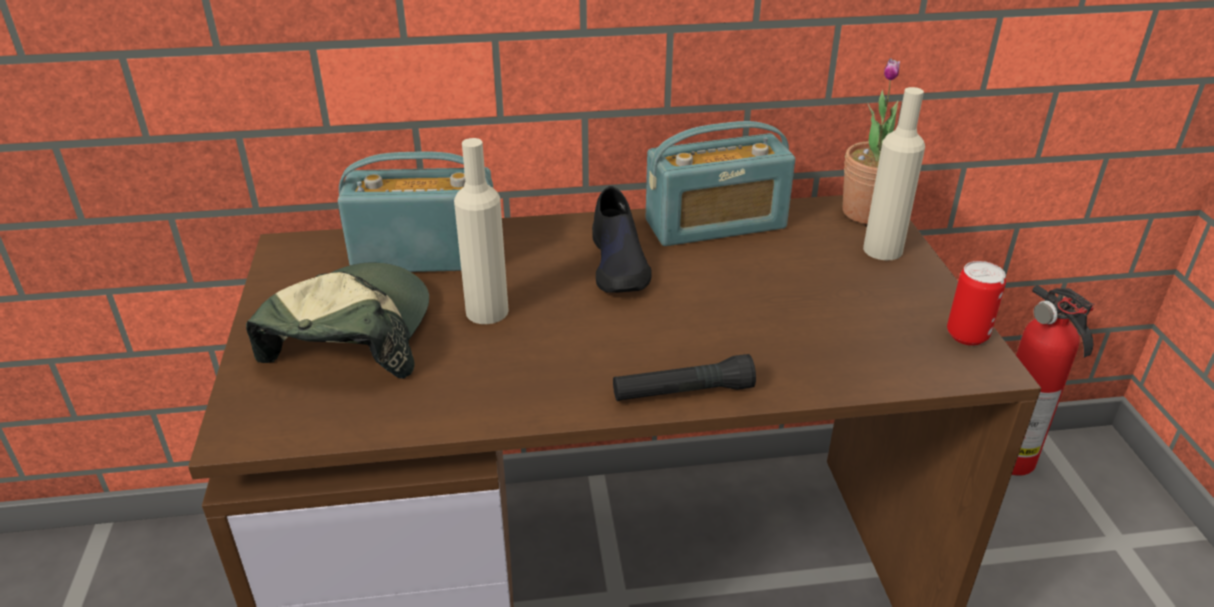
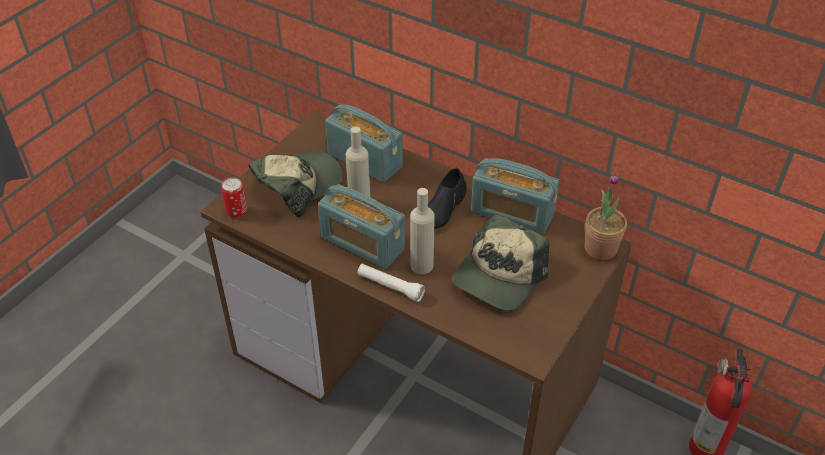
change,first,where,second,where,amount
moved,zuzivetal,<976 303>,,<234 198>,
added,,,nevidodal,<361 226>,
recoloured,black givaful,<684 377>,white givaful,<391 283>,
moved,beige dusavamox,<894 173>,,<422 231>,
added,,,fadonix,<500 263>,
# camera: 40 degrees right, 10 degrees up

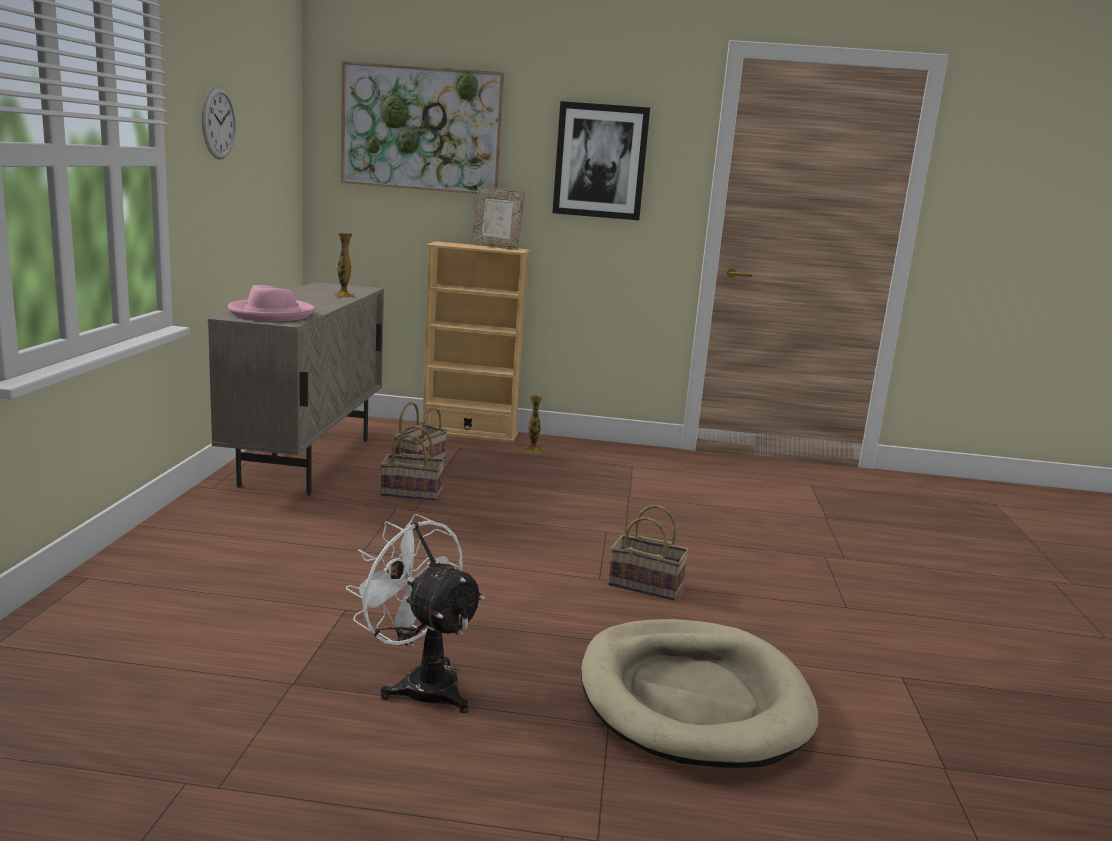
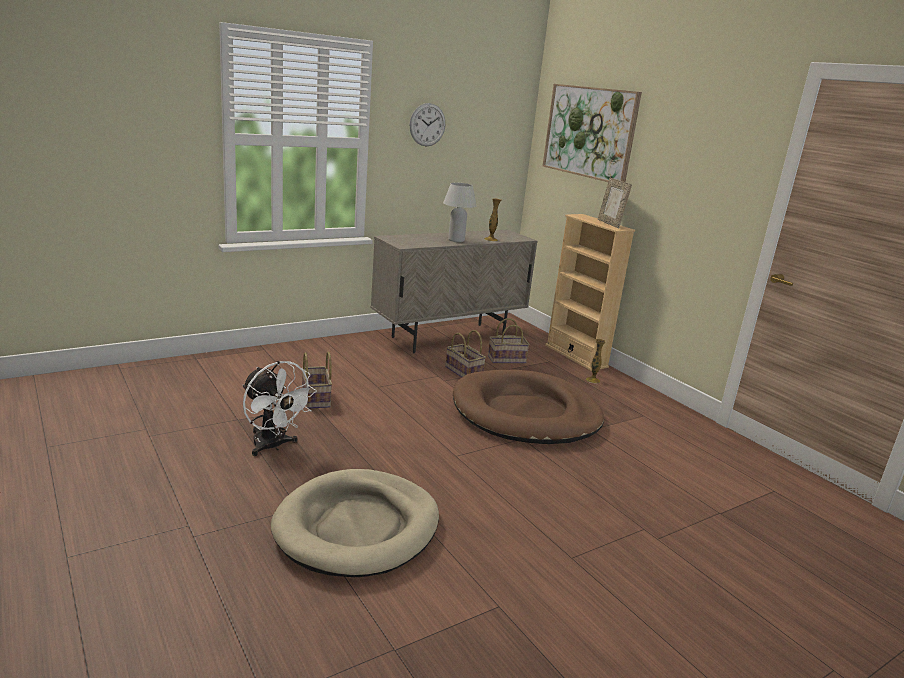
change,first,where,second,where,amount
turned,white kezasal,<415 613>,,<279 408>,135 degrees clockwise
moved,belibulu,<648 553>,,<317 380>,
added,,,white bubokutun,<460 212>,
added,,,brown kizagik,<528 407>,
removed,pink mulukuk,<271 303>,,,
removed,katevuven,<601 160>,,,
# camera: 50 degrees right, 5 degrees up

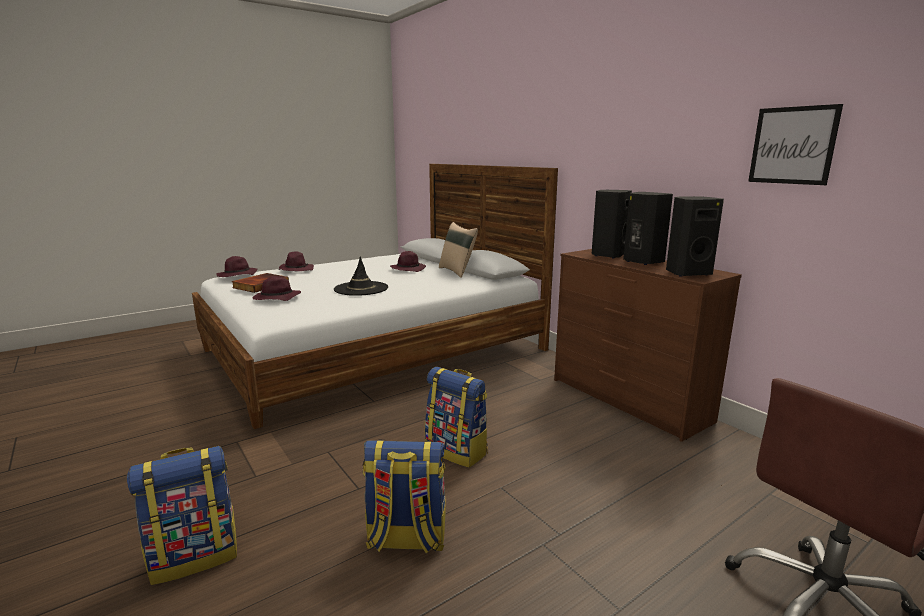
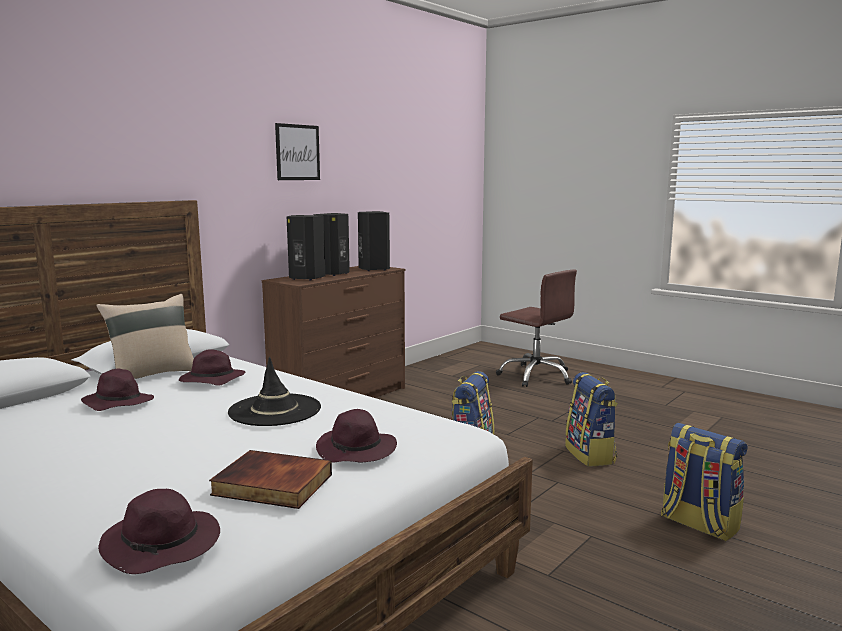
change,first,where,second,where,amount
moved,purple mulukuk,<296 261>,,<212 367>,
moved,katevuven,<795 144>,,<297 151>,
# camera: 105 degrees left, 5 degrees down

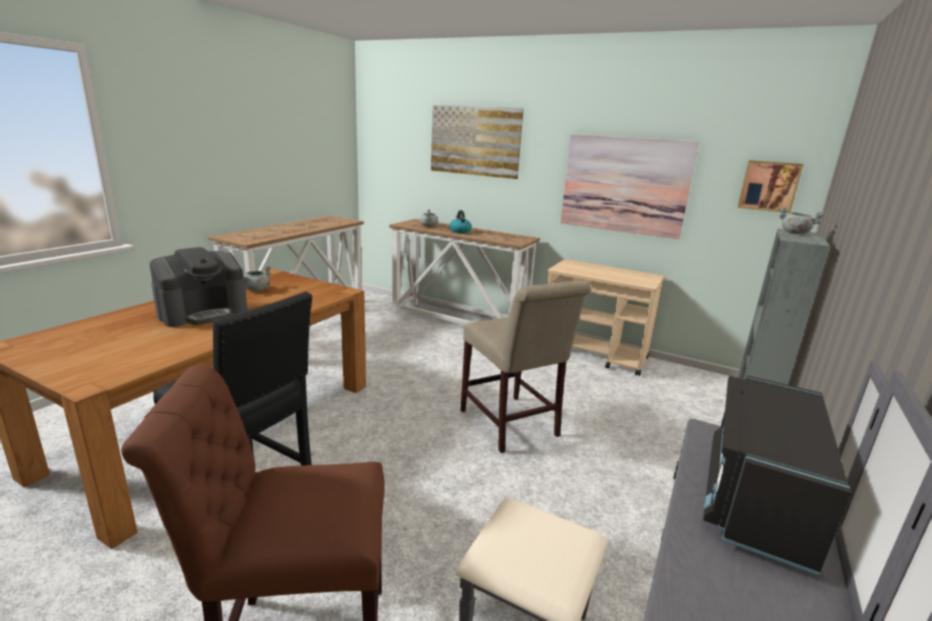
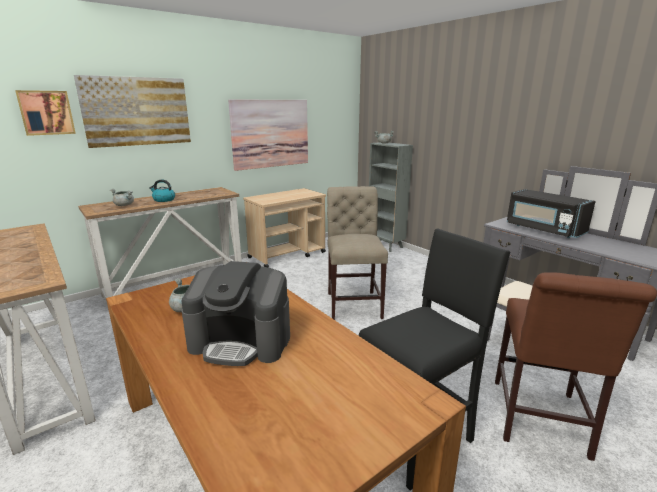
change,first,where,second,where,amount
moved,katevuven,<771 186>,,<45 113>,
turned,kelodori,<198 287>,,<235 313>,120 degrees clockwise
turned,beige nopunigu,<526 367>,,<357 253>,90 degrees counterclockwise
# camera: 65 degrees left, 0 degrees up

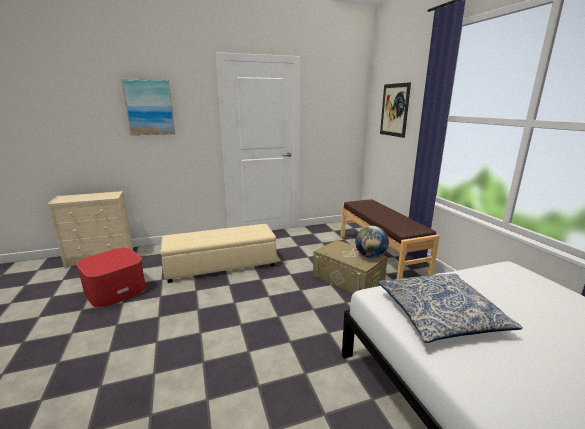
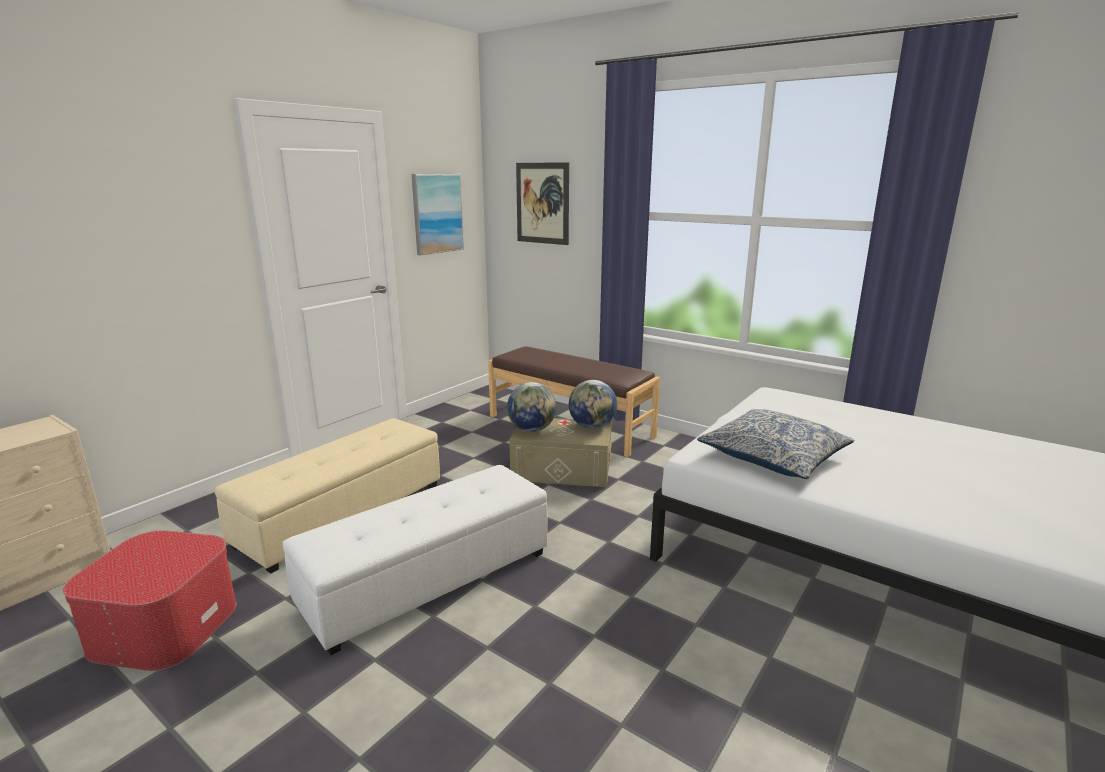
change,first,where,second,where,amount
added,,,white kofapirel,<415 560>,
moved,katevuven,<148 107>,,<438 214>,
added,,,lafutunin,<531 407>,
# camera: 35 degrees left, 0 degrees up

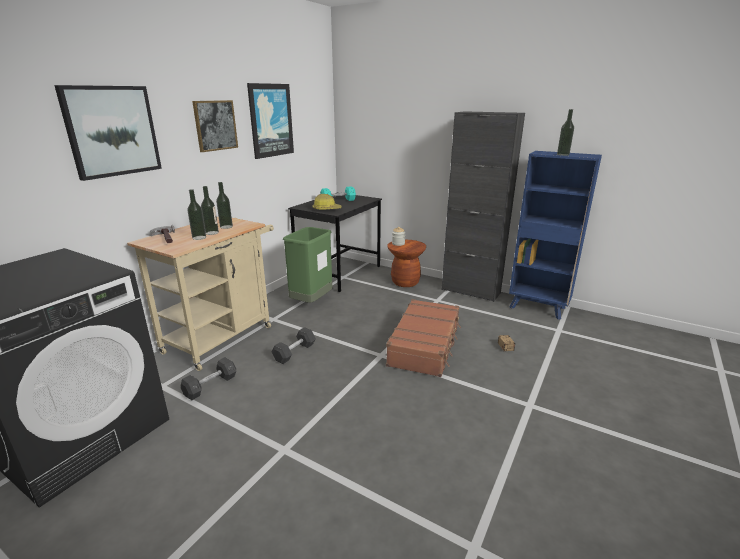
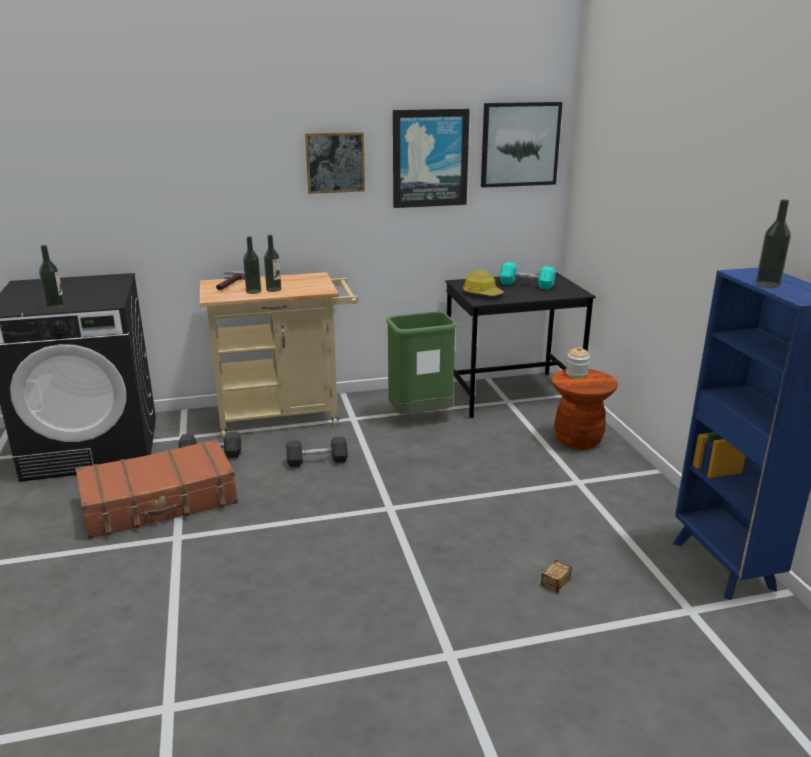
change,first,where,second,where,amount
moved,dusavamox,<224 205>,,<52 277>,
moved,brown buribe,<423 338>,,<156 489>,
moved,katevuven,<108 133>,,<521 145>,
removed,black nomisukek,<483 206>,,,
# camera: 45 degrees right, 0 degrees up

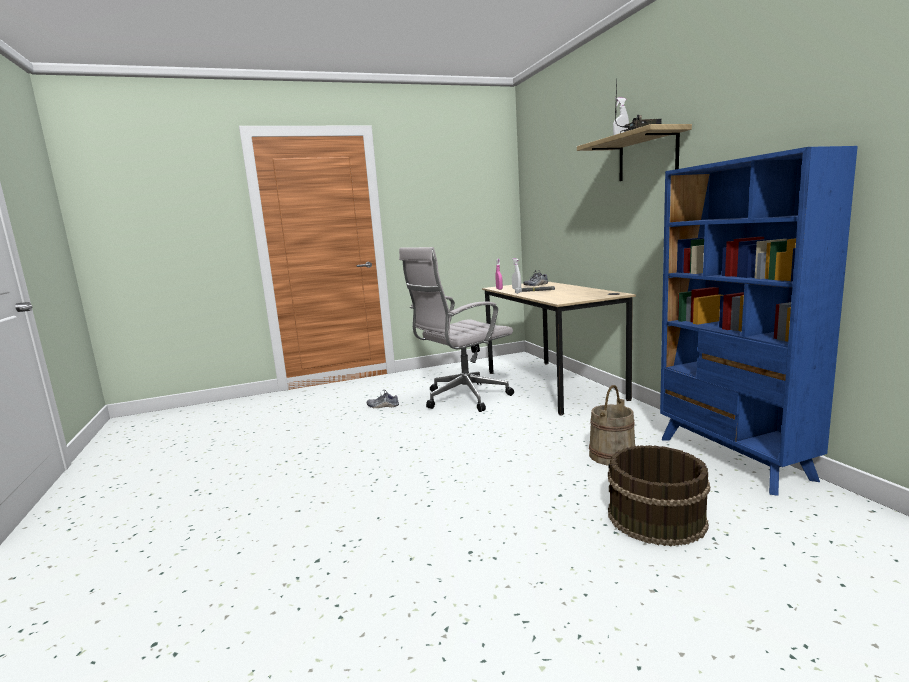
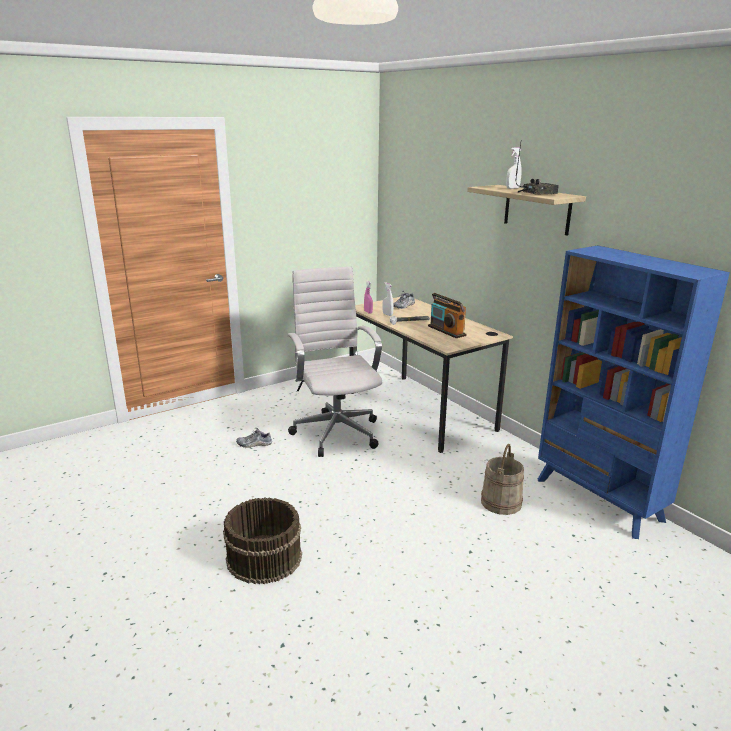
change,first,where,second,where,amount
moved,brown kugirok,<659 495>,,<262 541>,
turned,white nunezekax,<456 329>,,<335 362>,120 degrees clockwise
added,,,nevidodal,<447 315>,
# camera: 15 degrees left, 10 degrees up

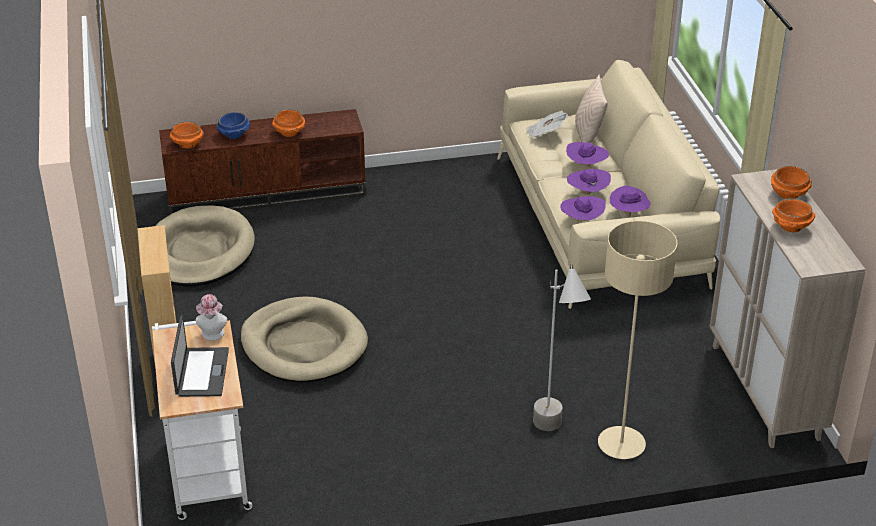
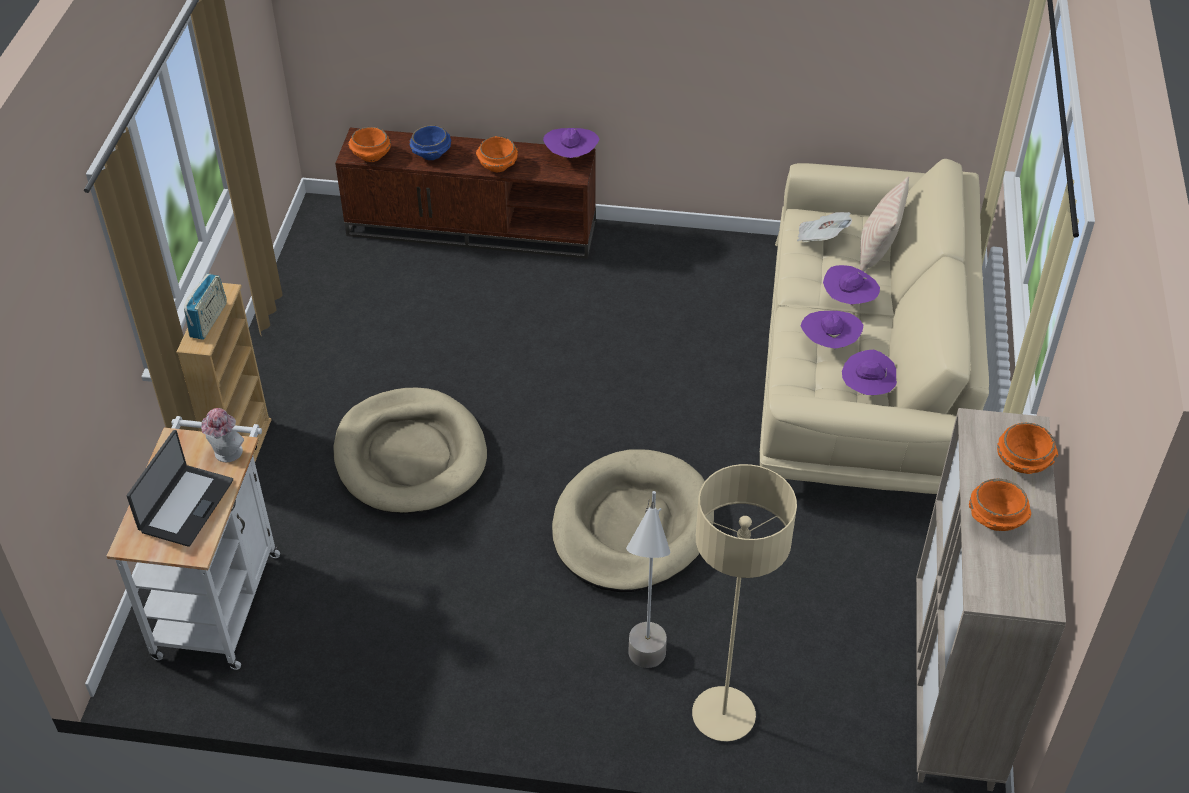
change,first,where,second,where,amount
added,,,nevidodal,<205 307>,
moved,purple mulukuk,<583 209>,,<571 143>,
moved,beige kizagik,<205 246>,,<633 520>,
# camera: 20 degrees right, 10 degrees up

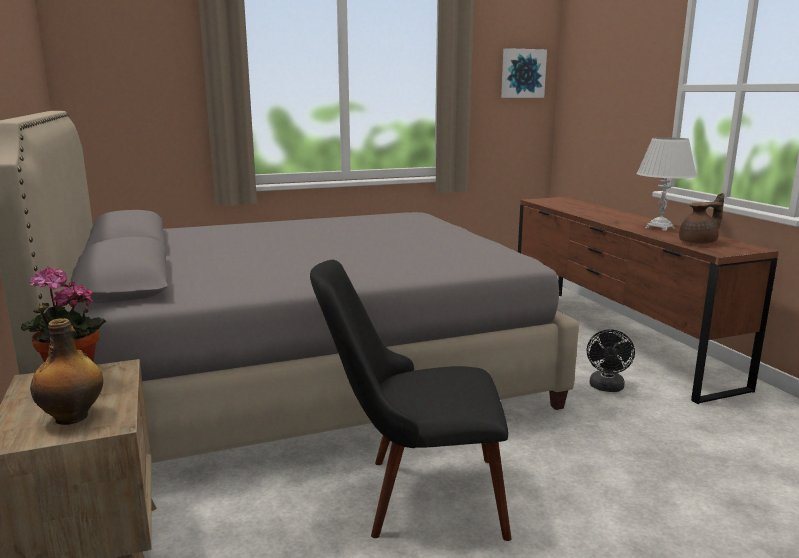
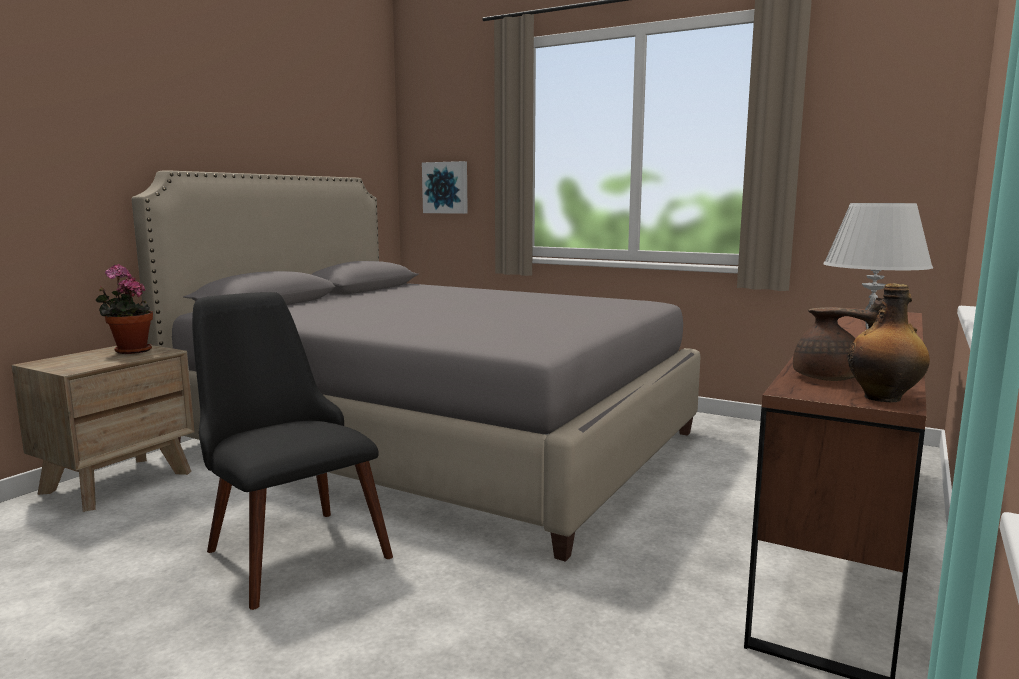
change,first,where,second,where,amount
moved,katevuven,<524 73>,,<445 187>,
moved,dusavamox,<66 371>,,<889 342>,
removed,black kezasal,<611 360>,,,
# camera: 50 degrees right, 5 degrees down

